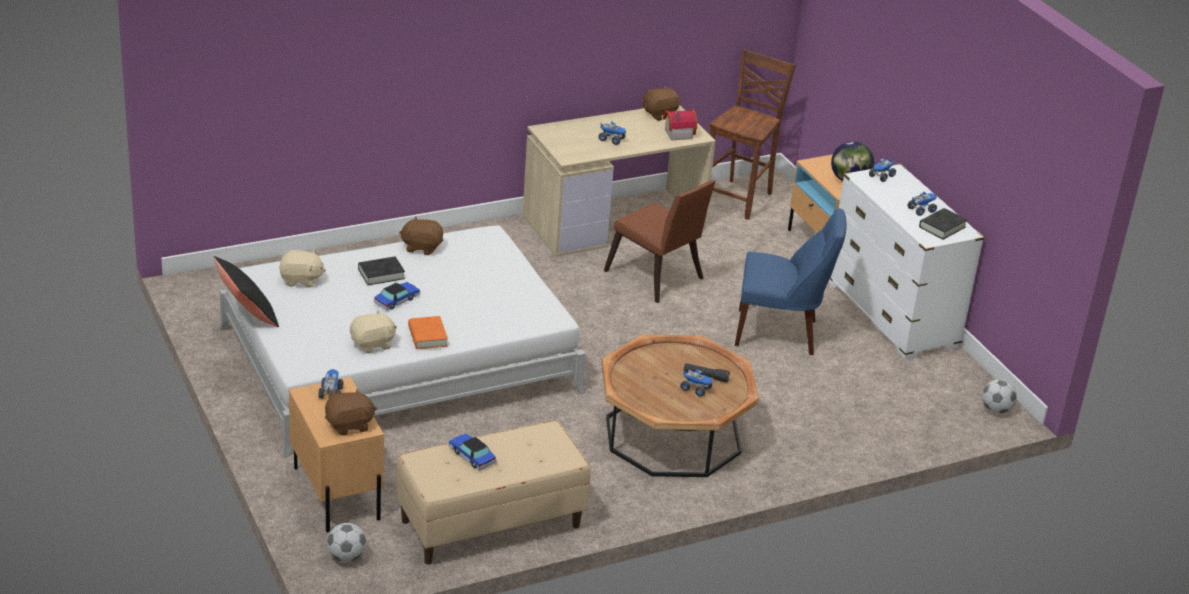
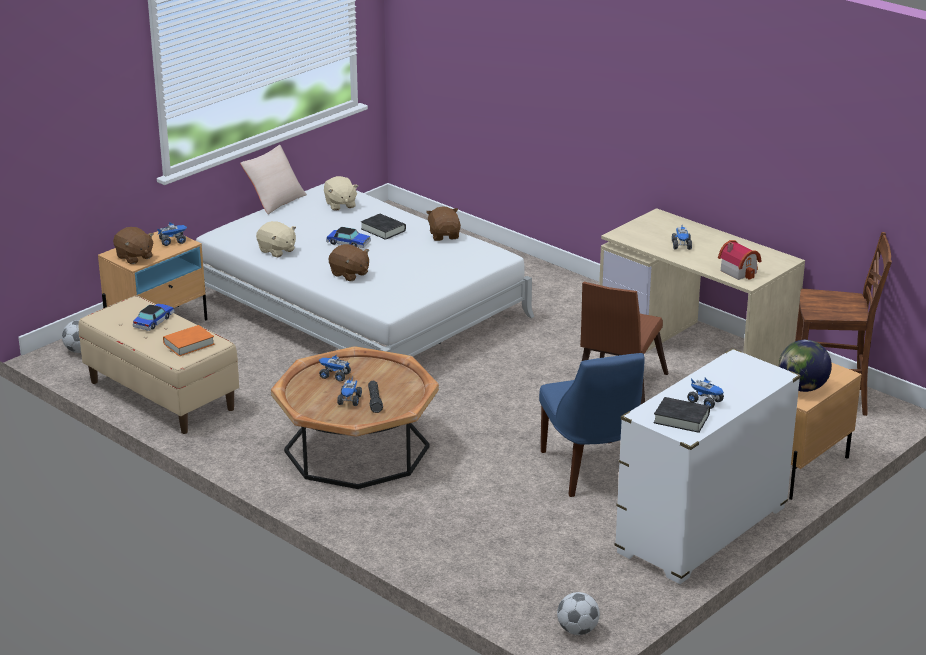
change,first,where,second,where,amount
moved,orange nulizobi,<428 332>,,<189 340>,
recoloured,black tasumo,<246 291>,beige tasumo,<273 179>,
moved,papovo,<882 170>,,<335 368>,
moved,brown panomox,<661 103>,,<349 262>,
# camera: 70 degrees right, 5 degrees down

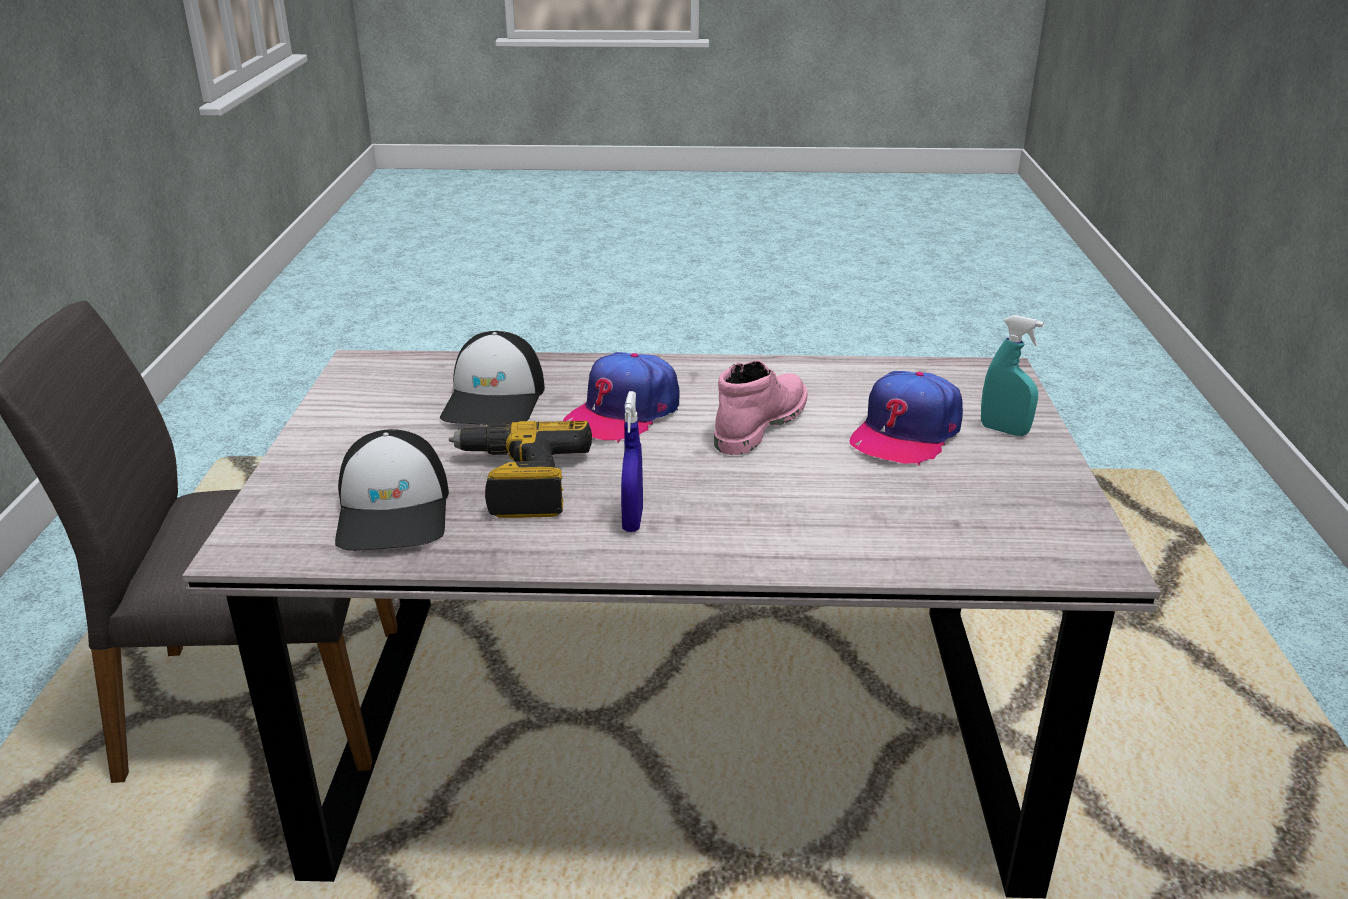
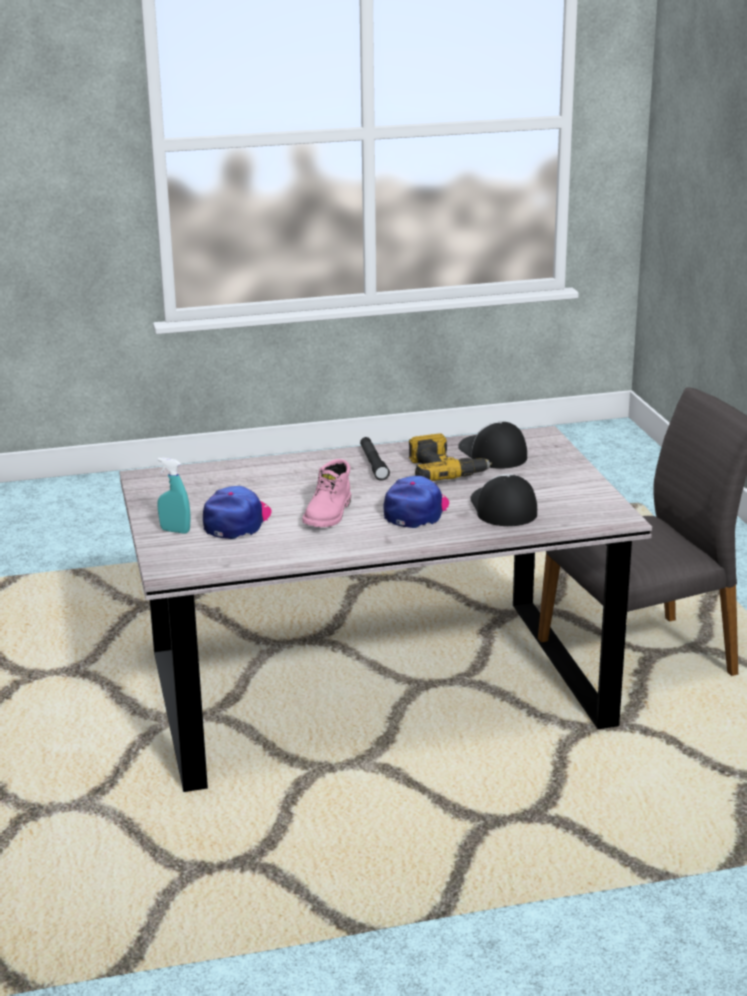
change,first,where,second,where,amount
replaced,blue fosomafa,<632 461>,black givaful,<375 458>,
# camera: 165 degrees right, 5 degrees down

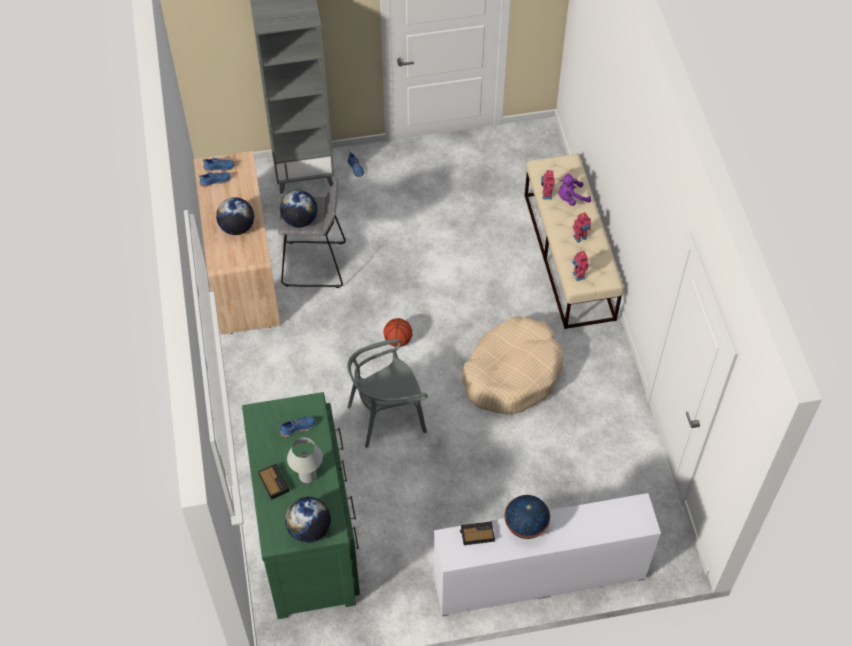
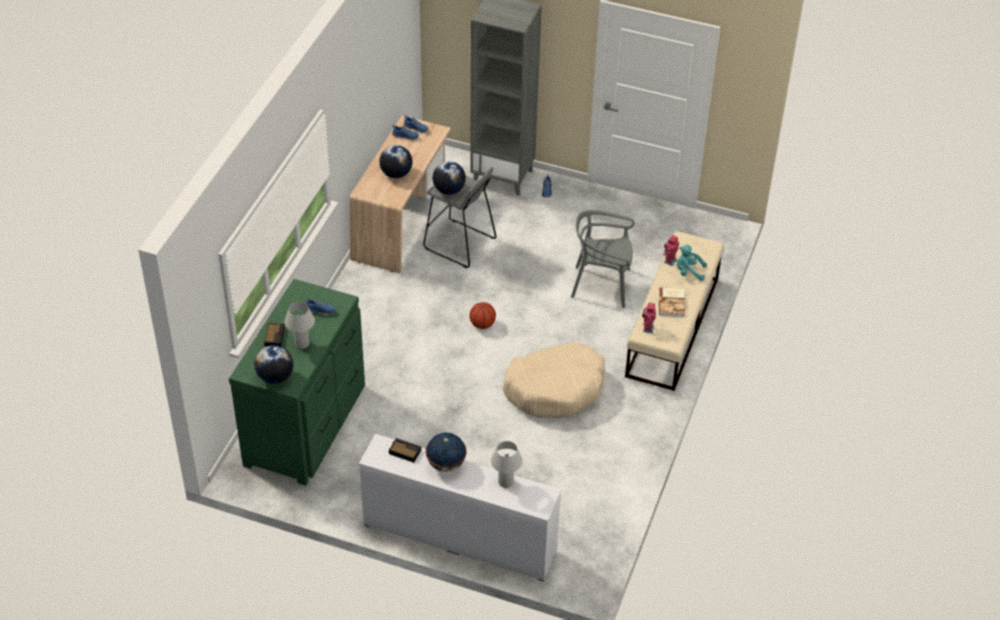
change,first,where,second,where,amount
added,,,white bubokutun,<506 464>,
moved,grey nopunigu,<387 393>,,<603 259>,
replaced,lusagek,<581 227>,nulizobi,<672 302>,
recoloured,purple panomox,<574 190>,turquoise panomox,<692 263>,
# camera: 30 degrees right, 10 degrees down

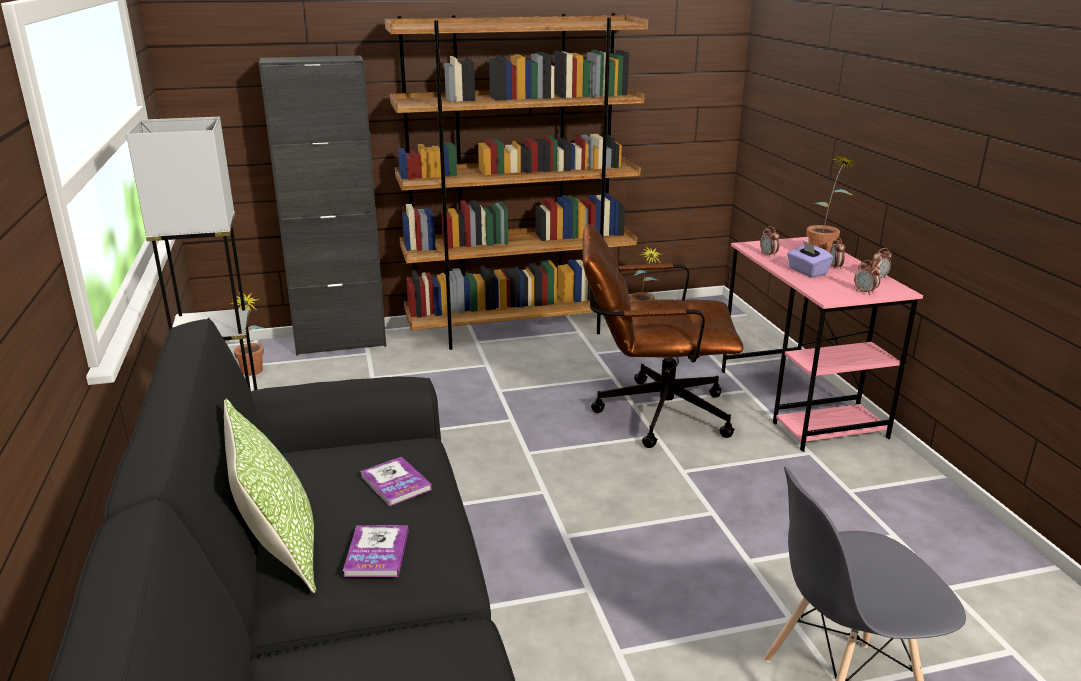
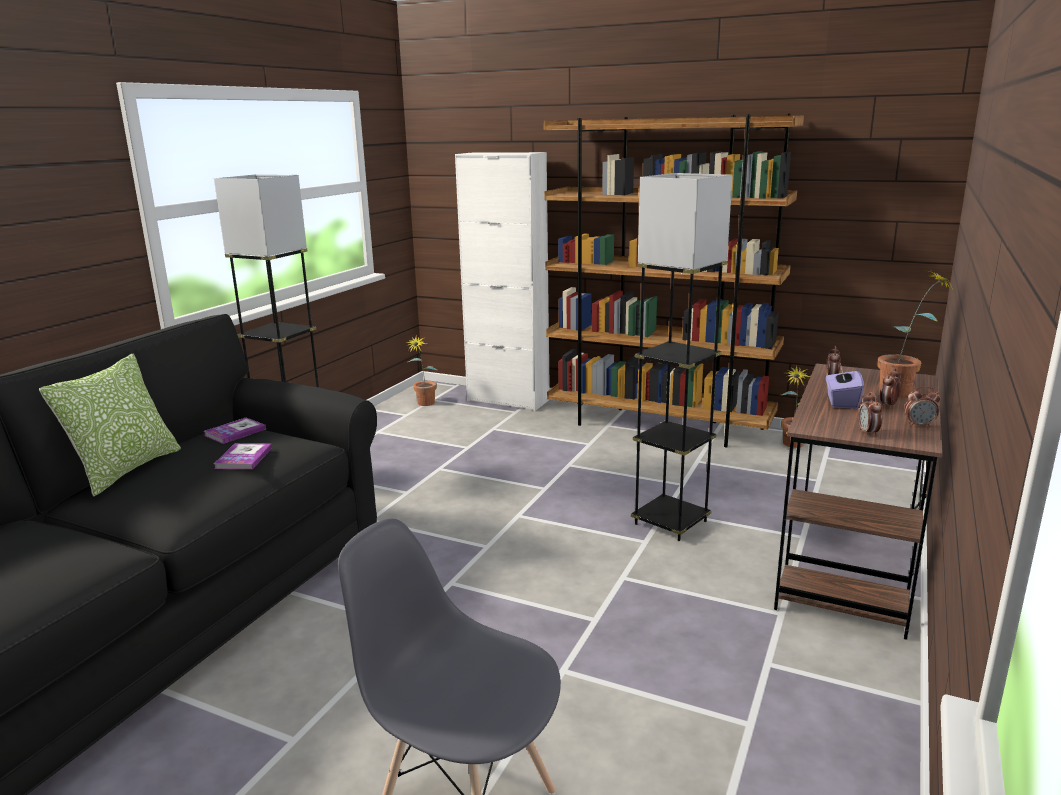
change,first,where,second,where,amount
moved,nulizobi,<375 551>,,<235 431>,
recoloured,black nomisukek,<322 205>,white nomisukek,<502 281>,
replaced,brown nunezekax,<663 336>,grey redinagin,<682 357>,
recoloured,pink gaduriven,<822 344>,brown gaduriven,<858 502>,
# camera: 40 degrees right, 5 degrees down

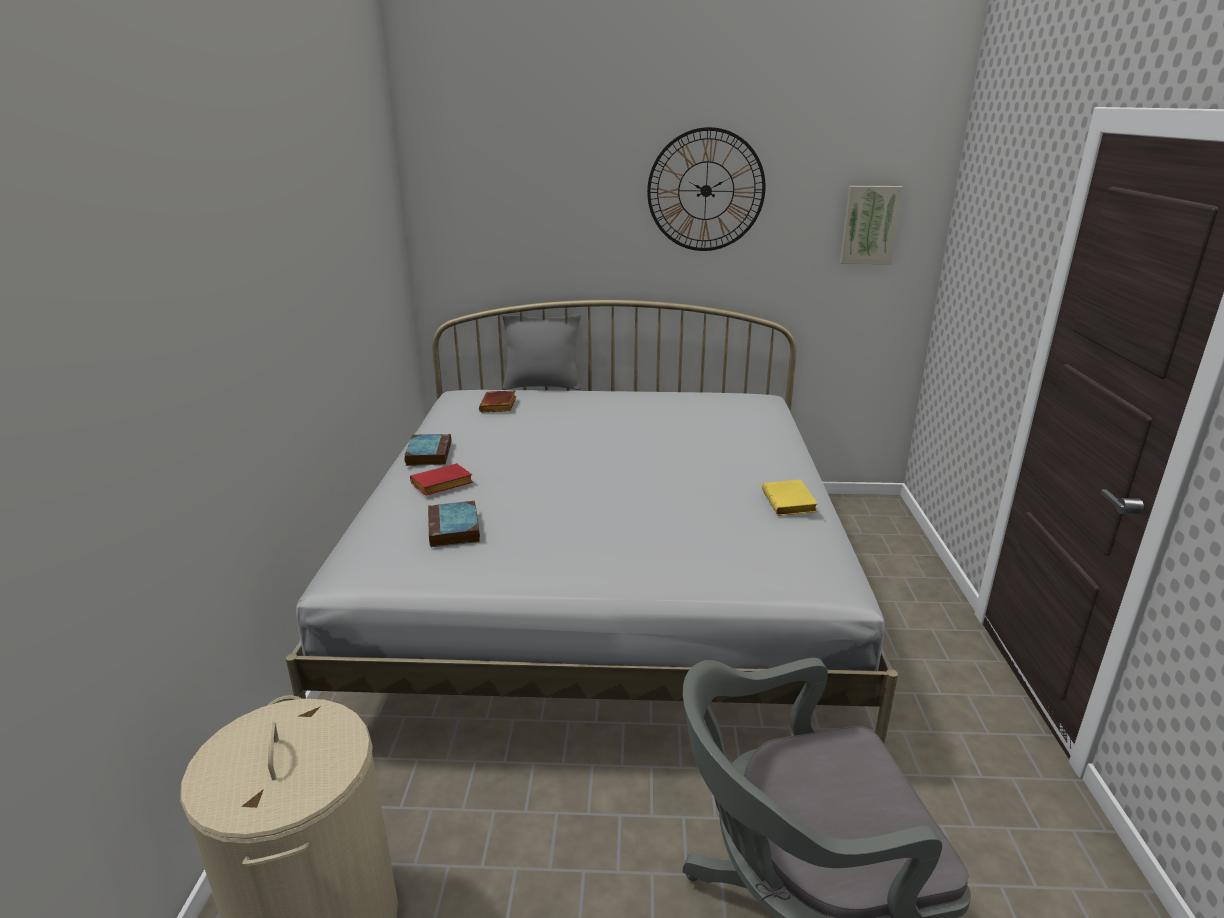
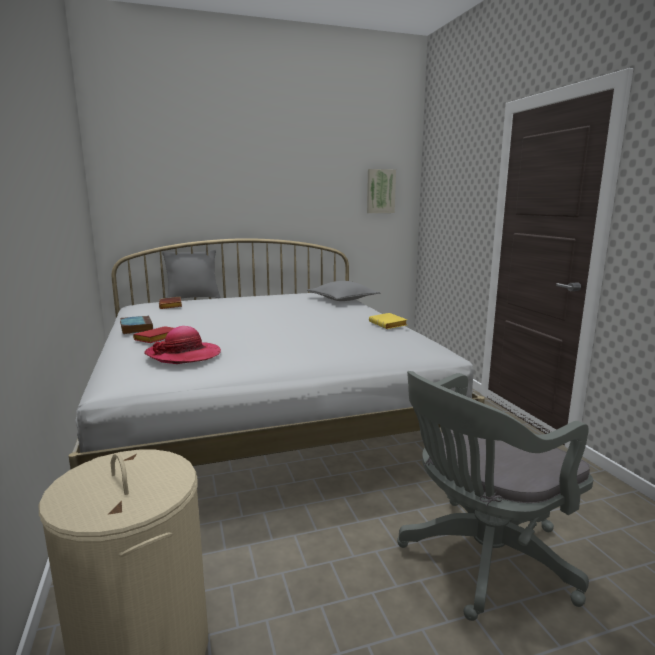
change,first,where,second,where,amount
replaced,nulizobi,<454 524>,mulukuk,<182 345>,
added,,,grey tasumo,<343 291>,
removed,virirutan,<706 189>,,,
# camera: 20 degrees left, 10 degrees down

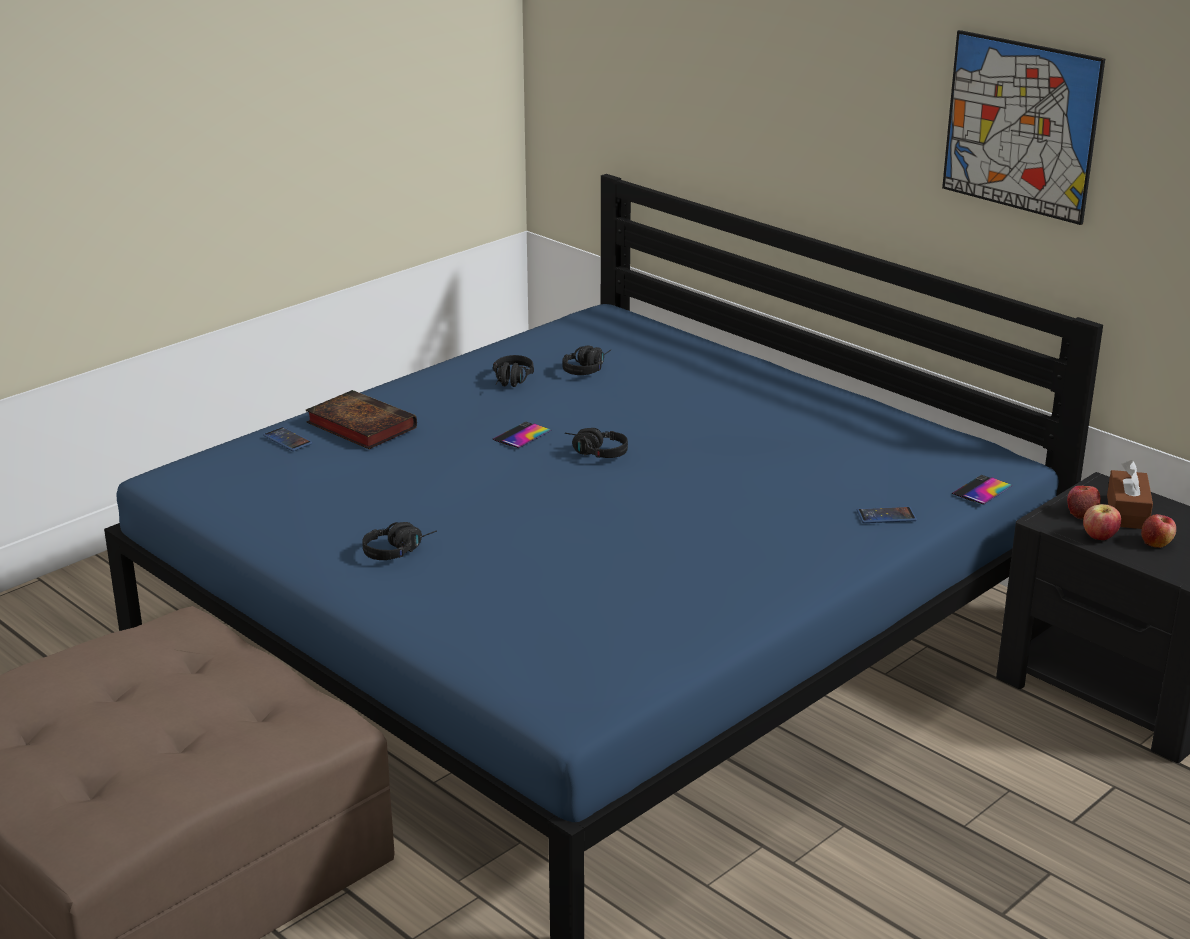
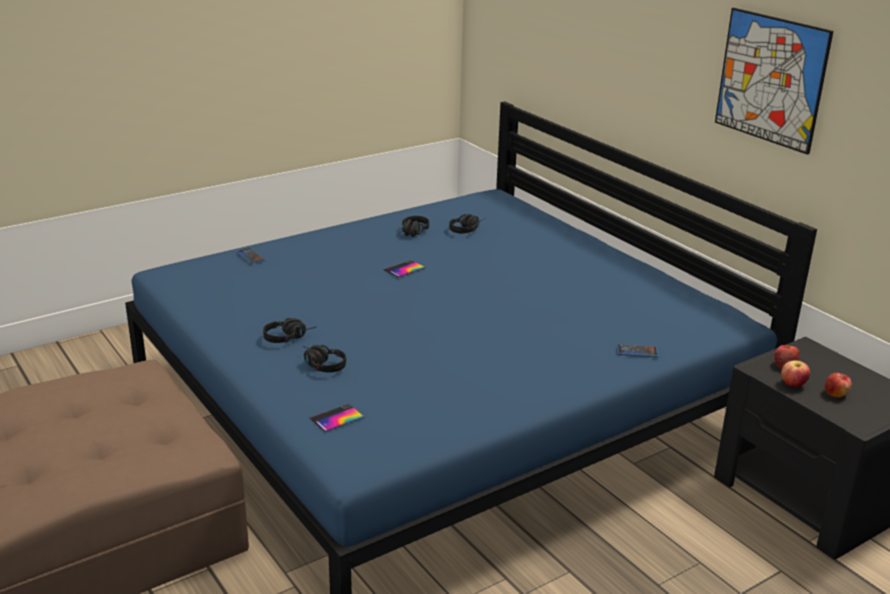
change,first,where,second,where,amount
moved,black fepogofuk,<596 443>,,<324 359>,
moved,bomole,<982 490>,,<337 418>,
removed,nulizobi,<361 419>,,,
removed,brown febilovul,<1130 494>,,,
# camera: 10 degrees right, 0 degrees up

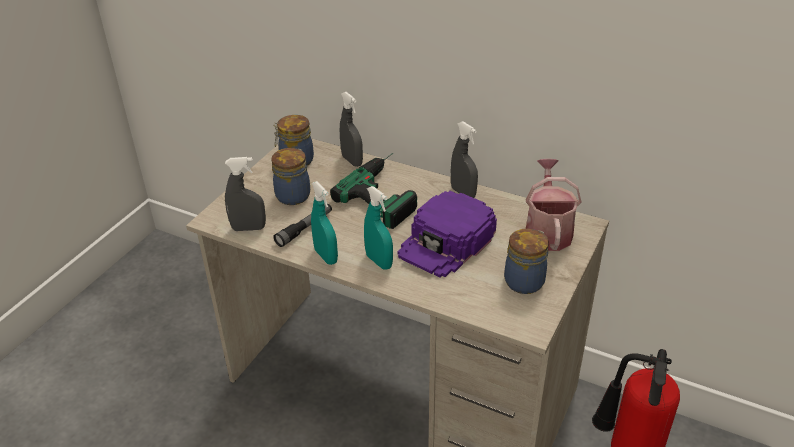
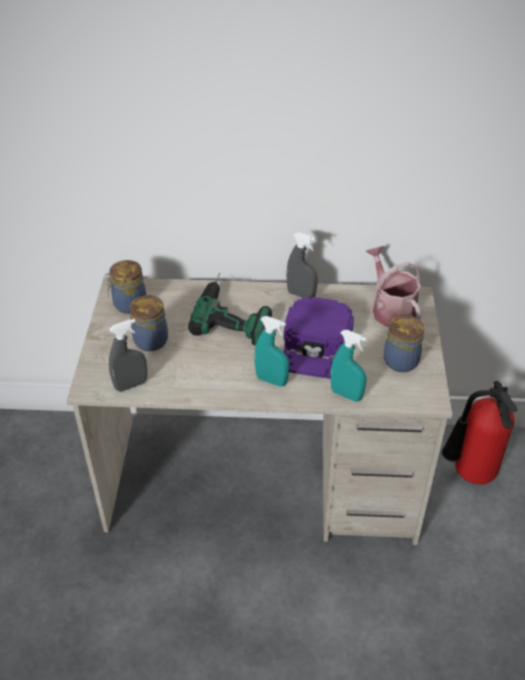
change,first,where,second,where,amount
moved,turquoise fosomafa,<324 223>,,<349 366>,
removed,givaful,<302 225>,,,
removed,grey fosomafa,<351 129>,,,
# camera: 25 degrees left, 5 degrees up

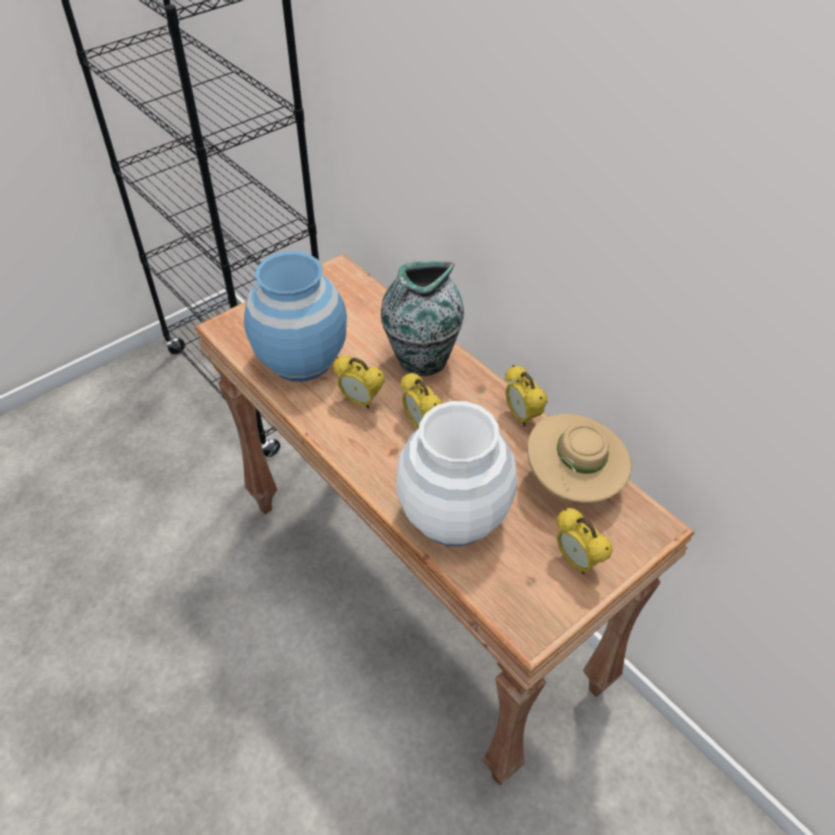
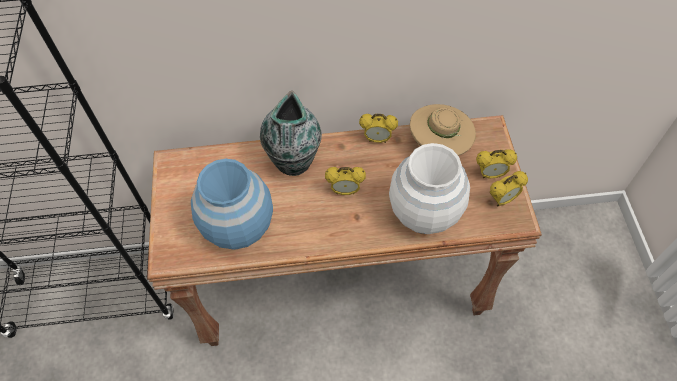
change,first,where,second,where,amount
moved,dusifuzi,<358 382>,,<509 188>,
# camera: 55 degrees left, 10 degrees up

